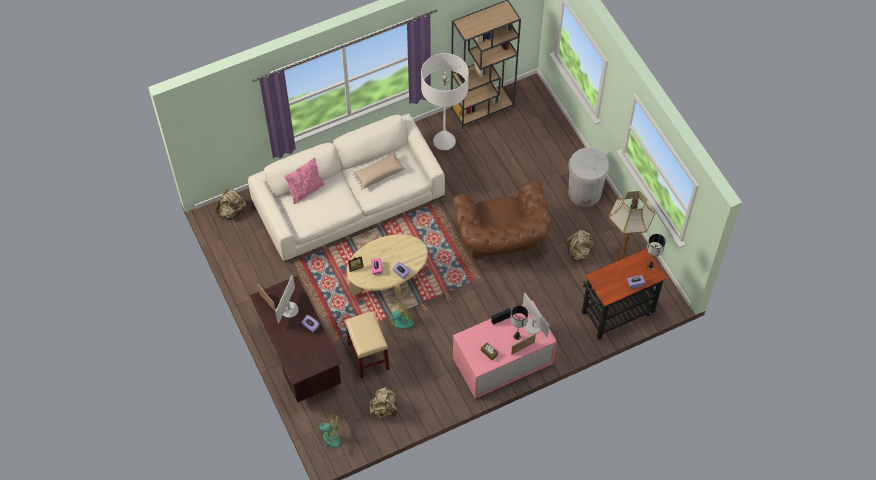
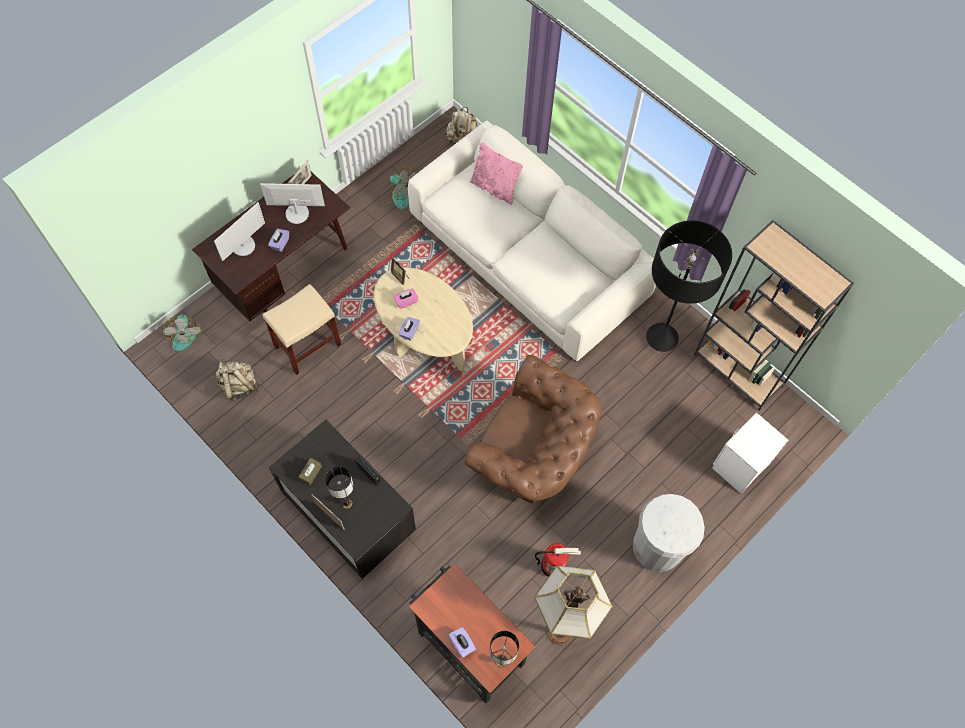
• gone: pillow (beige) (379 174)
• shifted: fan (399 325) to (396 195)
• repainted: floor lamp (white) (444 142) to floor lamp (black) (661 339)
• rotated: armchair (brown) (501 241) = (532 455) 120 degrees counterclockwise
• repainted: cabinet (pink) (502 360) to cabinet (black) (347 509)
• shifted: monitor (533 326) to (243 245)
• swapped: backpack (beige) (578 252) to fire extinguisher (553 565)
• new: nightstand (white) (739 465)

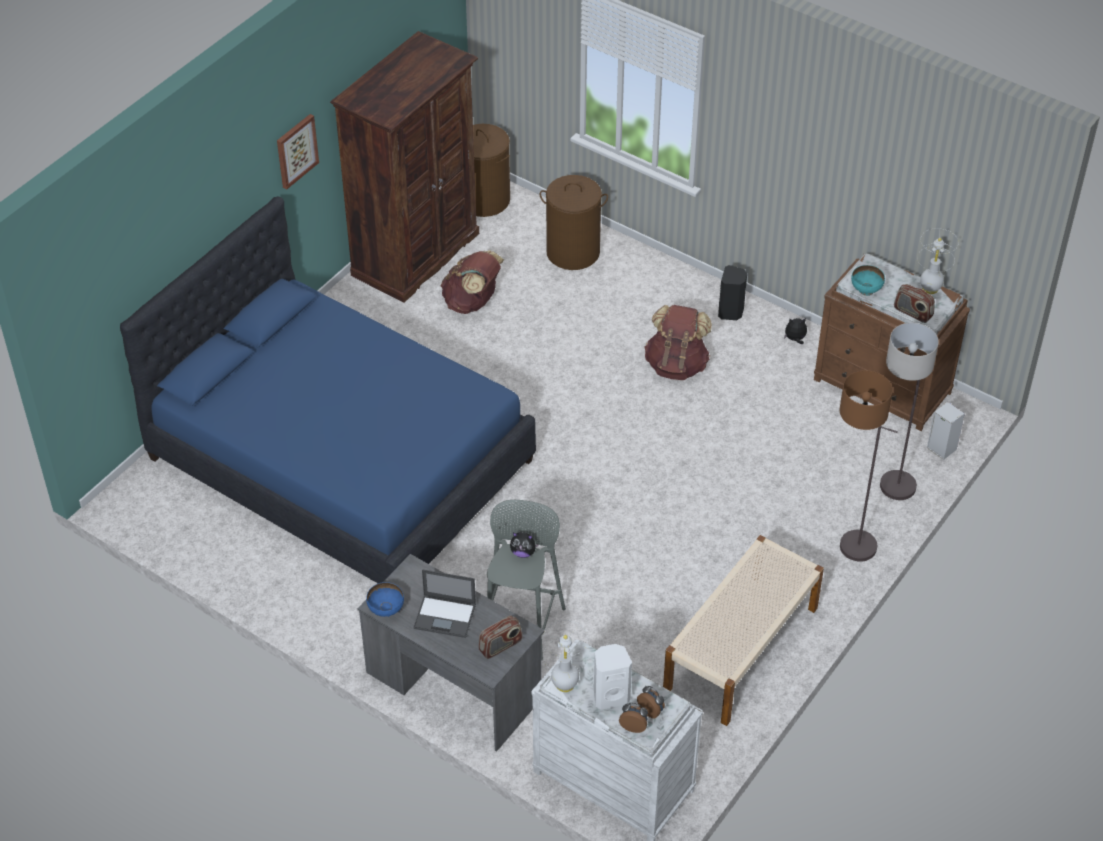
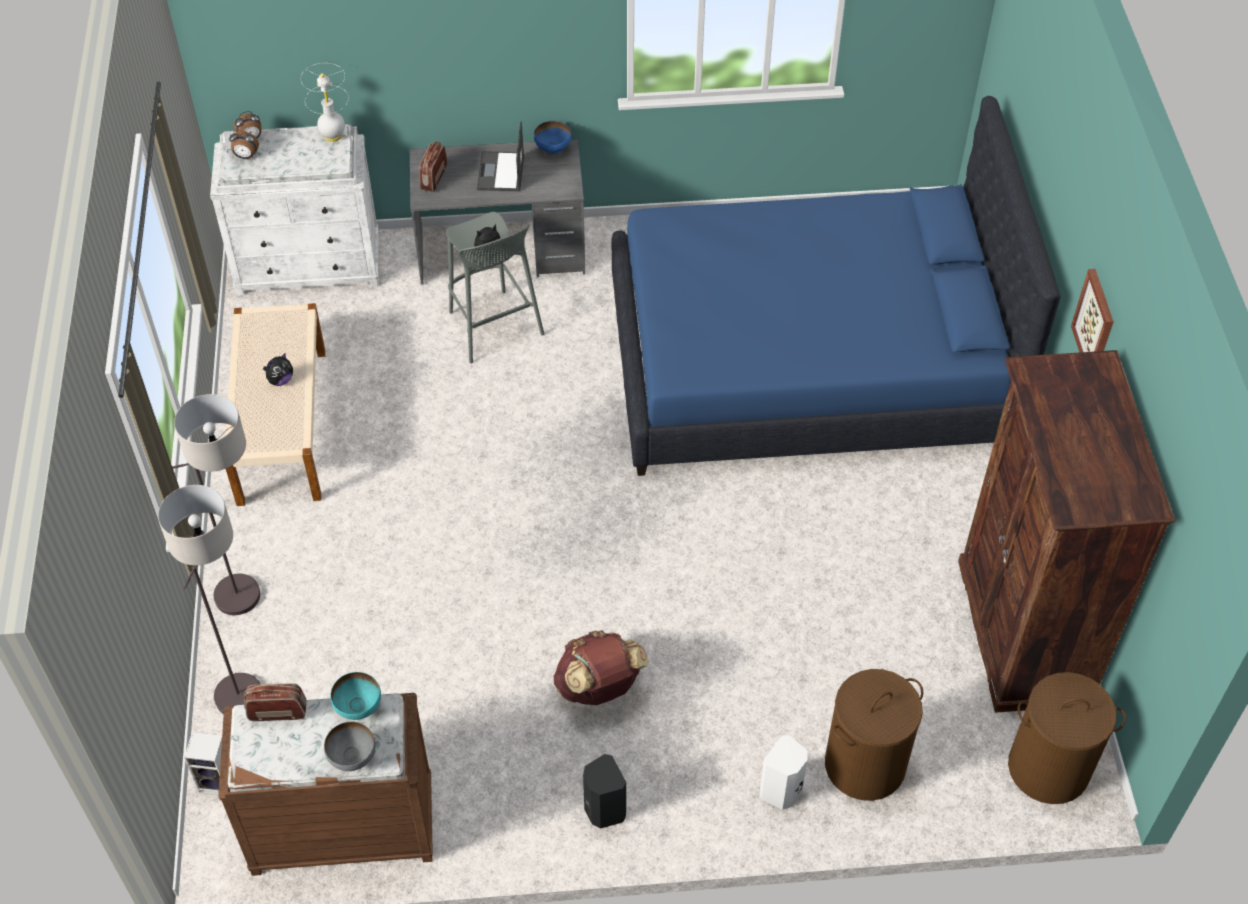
• rotated: laptop (445 616) = (501 172) 60 degrees counterclockwise
• gone: backpack (brown) (472 302)
• shifted: speaker (white) (610 695) to (782 792)
• shifted: plush toy (795 339) to (280 380)
• repainted: floor lamp (brown) (847 543) to floor lamp (grey) (251 592)
• gone: table lamp (white) (930 288)
• new: bowl (grey) (353 758)

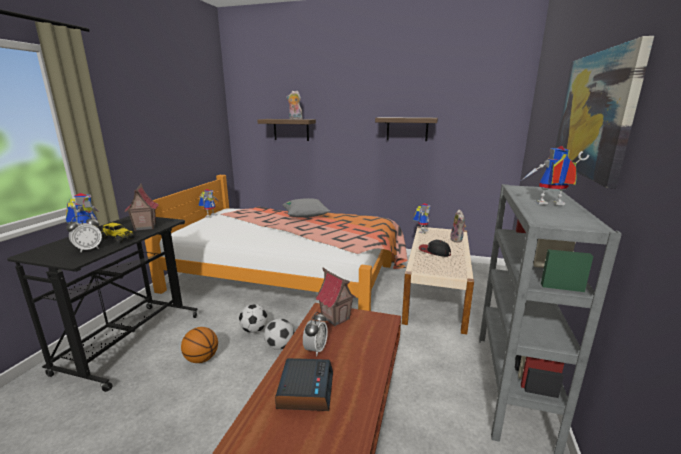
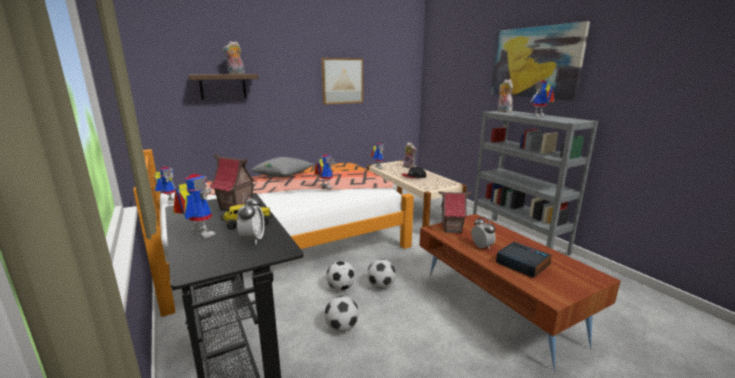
• swapped: basketball (202 359) to football (342 327)
• swapped: shelf (407 129) to picture (342 81)
• new: toy robot (324 187)
• new: plush toy (503 111)

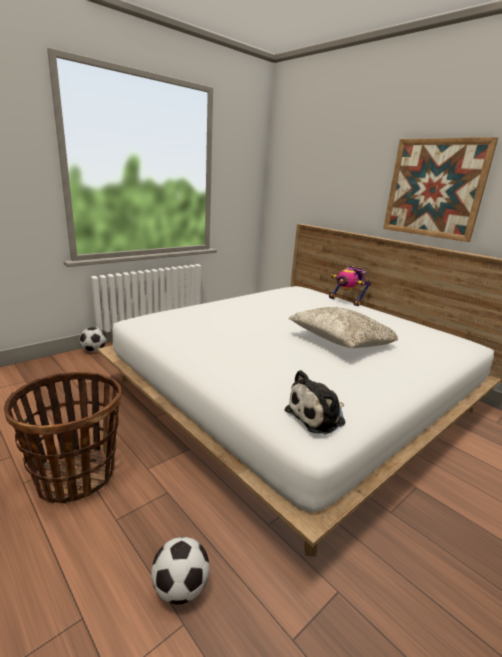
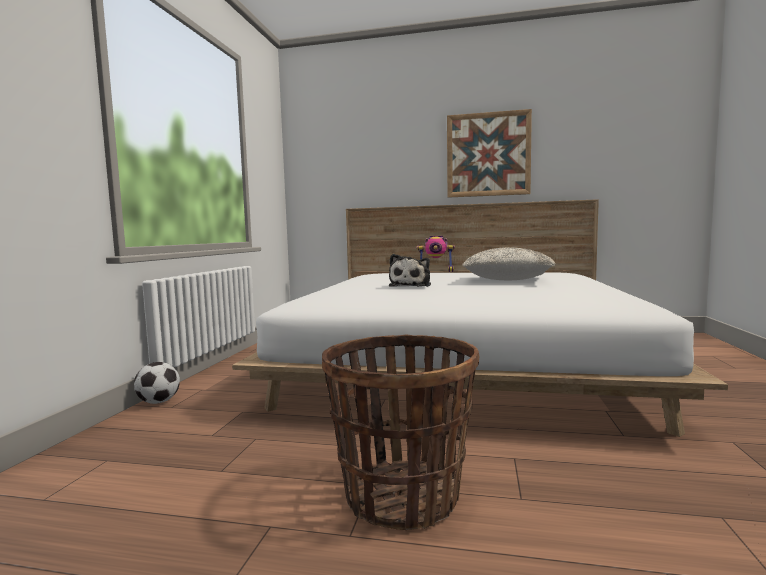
• gone: football (181 588)
• shifted: plush toy (318 416) to (411 286)

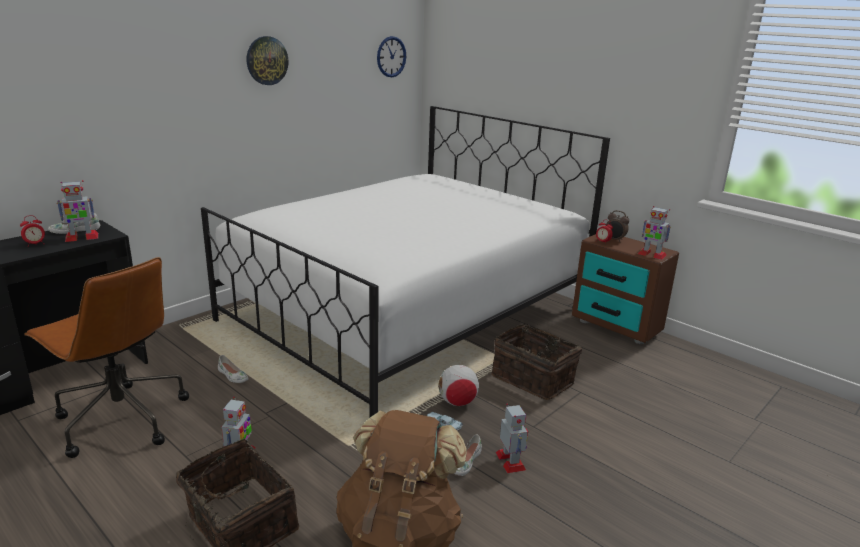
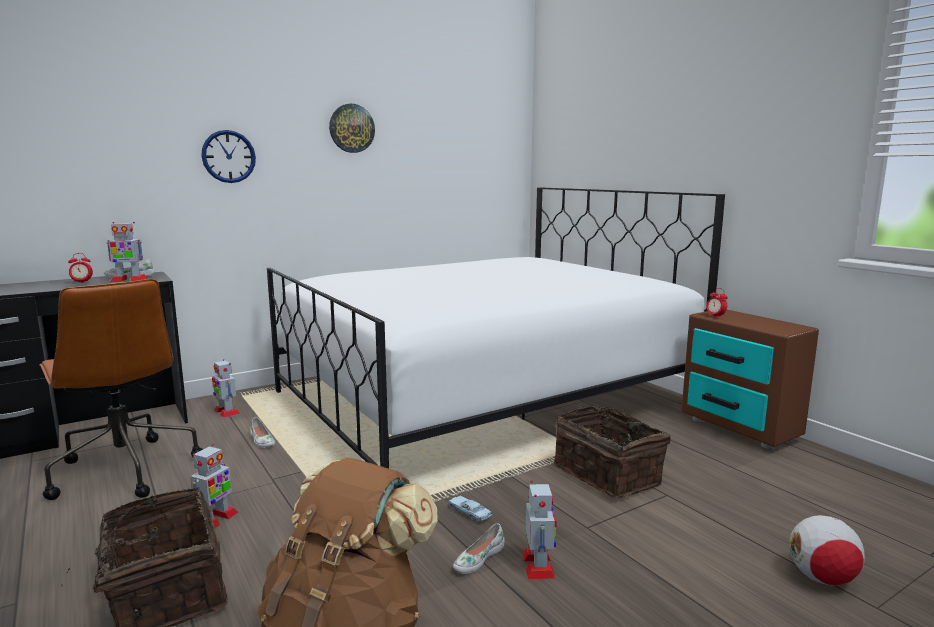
• shifted: wall clock (391 57) to (228 156)
• shifted: football (457 402) to (821 578)
• gone: alarm clock (614 240)
• shifted: toy robot (651 254) to (226 411)

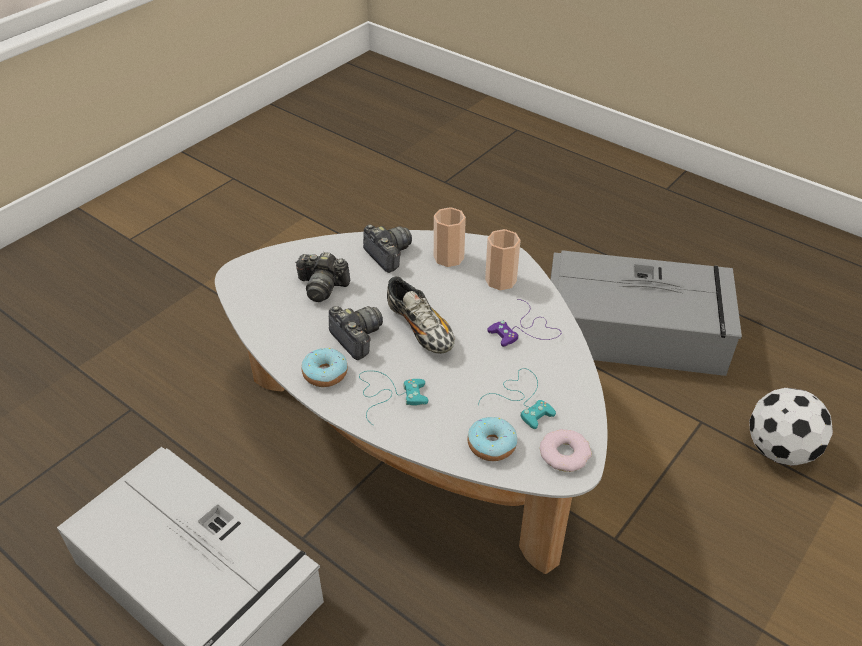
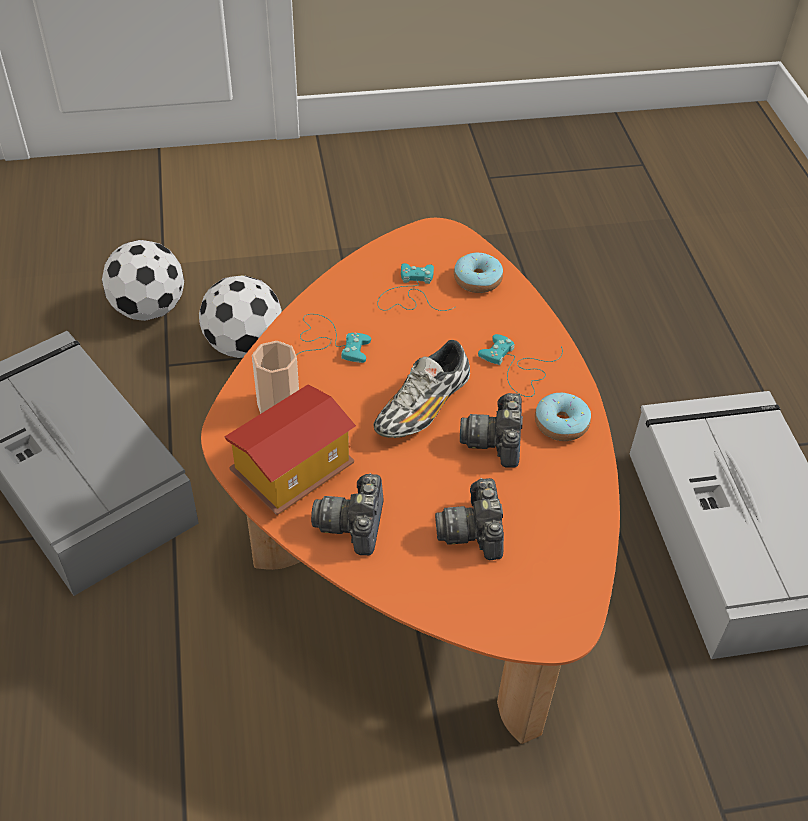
• repainted: coffee table (white) (419 435) to coffee table (orange) (419 530)
• rotated: photo camera (322 287) = (473 531) 150 degrees counterclockwise
• rotated: shoe (420 329) = (422 408) 150 degrees counterclockwise
• swapped: cup (448 257) to toy house (293 471)
• repainted: game controller (purple) (525 330) to game controller (turquoise) (328 343)
• gone: donut (564 454)
• new: football (245 344)

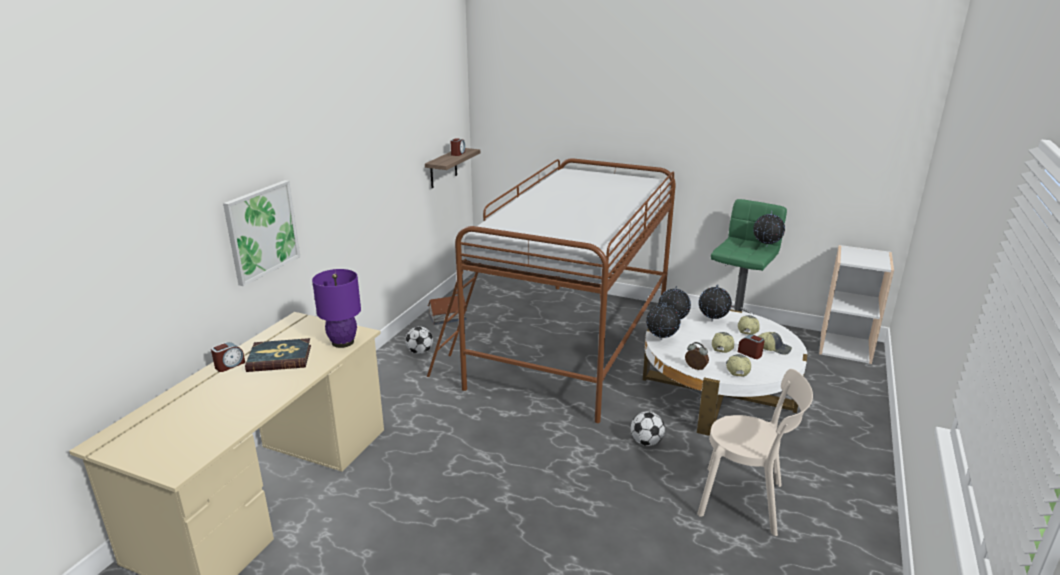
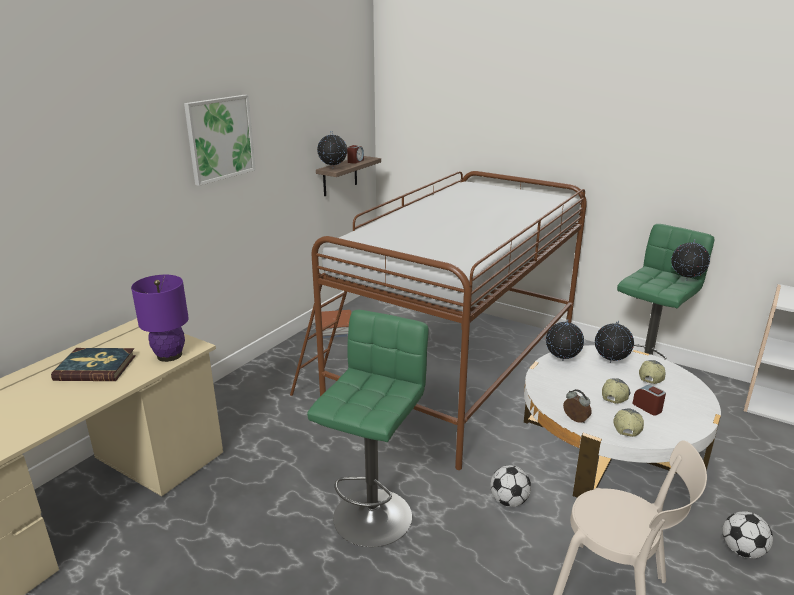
• gone: alarm clock (229 365)
• shifted: picture (262 231) to (220 138)
• shifted: football (420 352) to (742 550)
• shifted: globe (661 340) to (333 169)
• gone: cap (774 348)
• new: stool (green) (373 516)

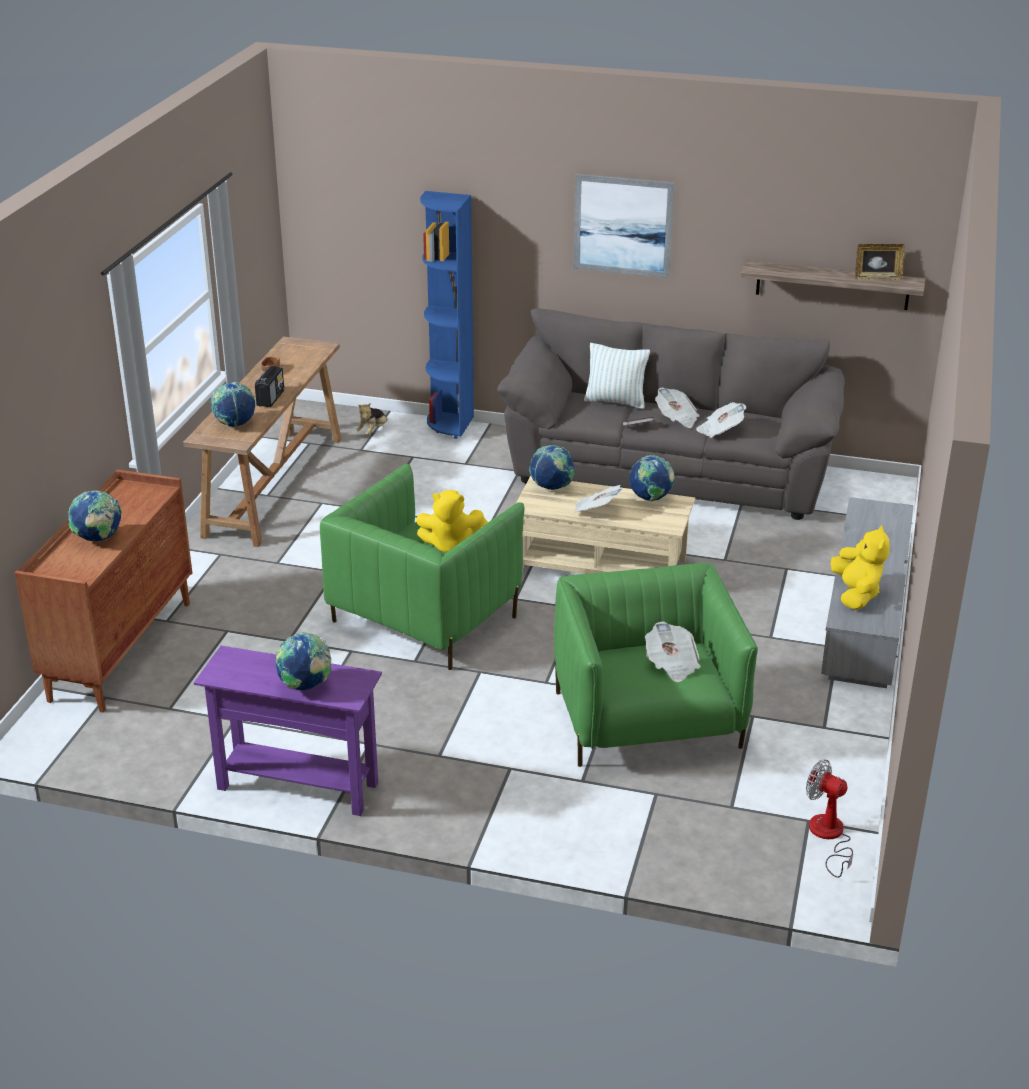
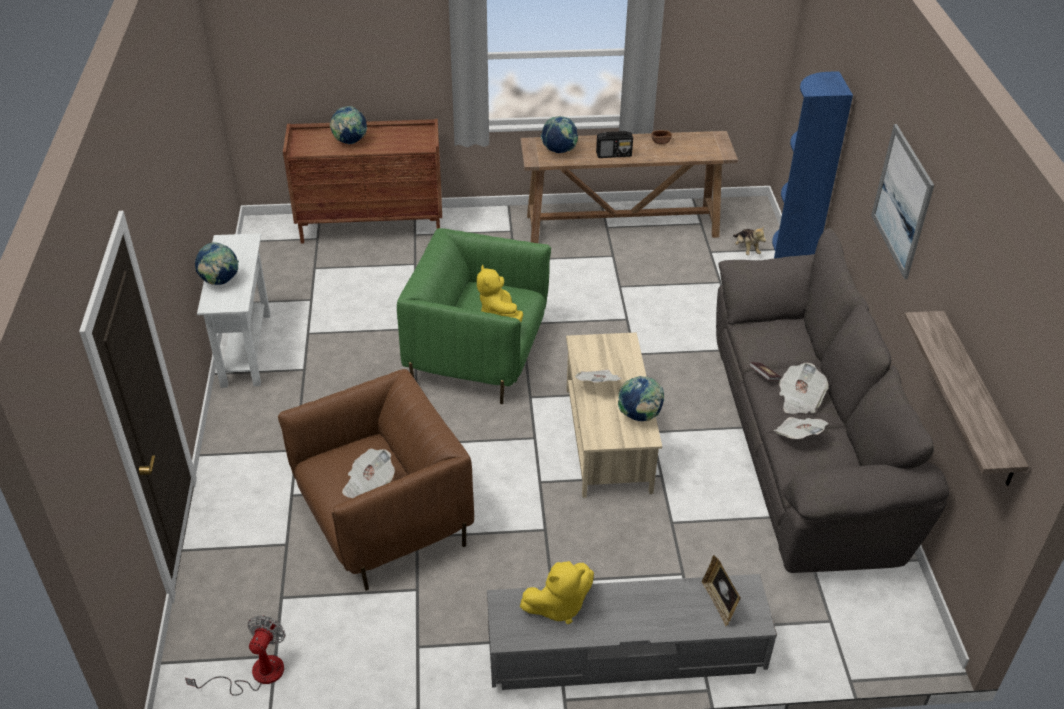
• repainted: console table (purple) (298 786) to console table (white) (246 349)
• rotated: plush toy (373 431) = (746 249) 120 degrees counterclockwise
• gone: globe (552 488)
• repainted: armchair (green) (647 722) to armchair (brown) (383 518)
• gone: pillow (615 401)
• shifted: picture frame (877 278) to (719 603)

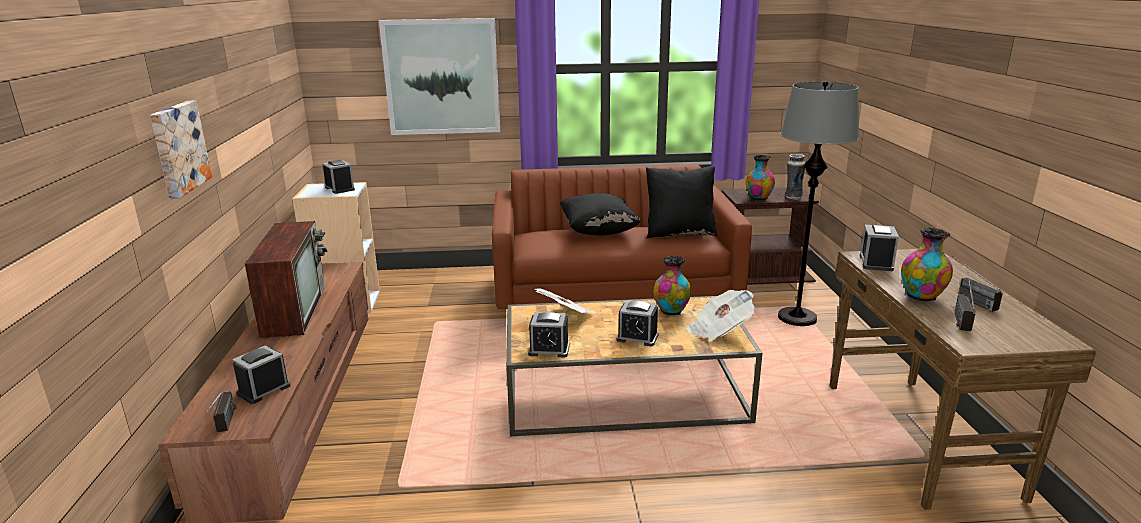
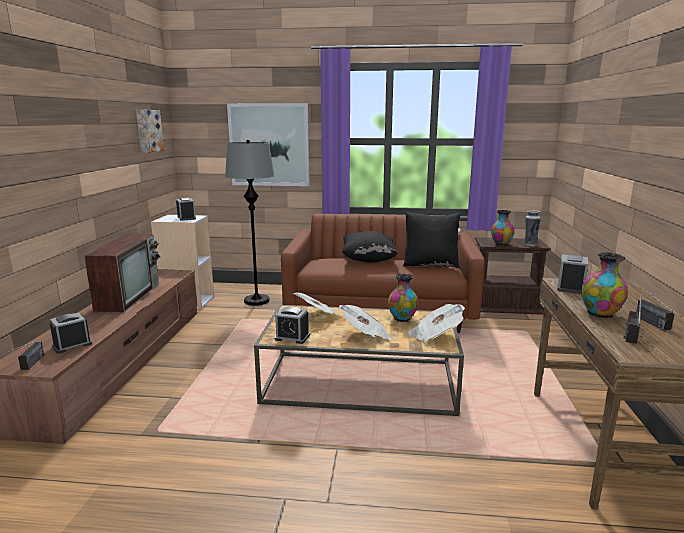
• shifted: picture (178 148) to (148 131)
• swapped: alarm clock (637 337) to newspaper (365 335)
• shifted: floor lamp (grey) (797 318) to (257 300)

